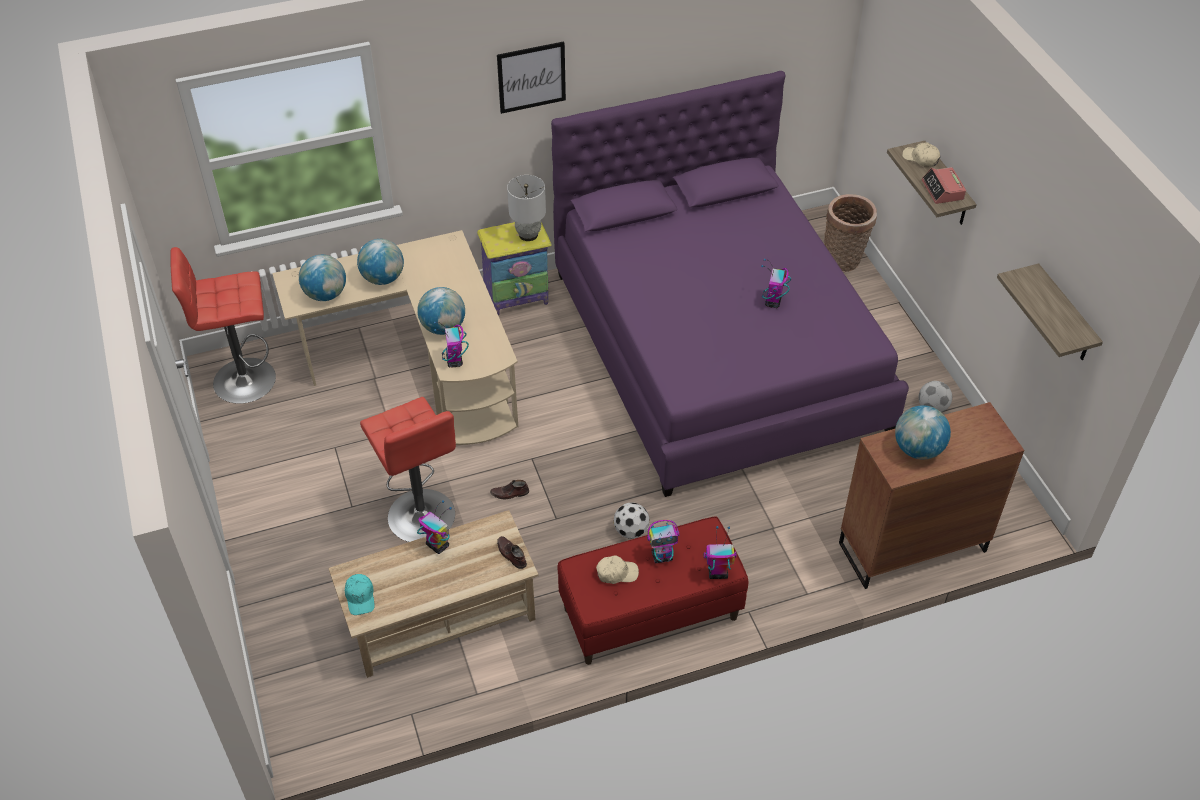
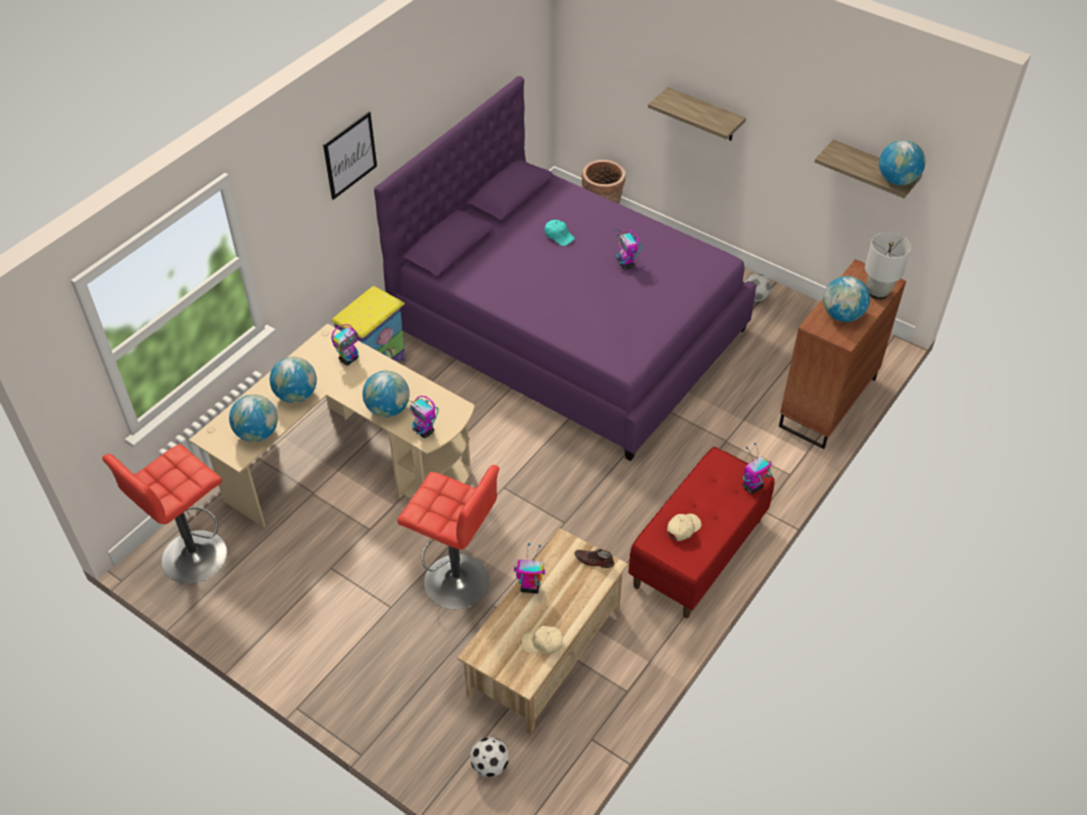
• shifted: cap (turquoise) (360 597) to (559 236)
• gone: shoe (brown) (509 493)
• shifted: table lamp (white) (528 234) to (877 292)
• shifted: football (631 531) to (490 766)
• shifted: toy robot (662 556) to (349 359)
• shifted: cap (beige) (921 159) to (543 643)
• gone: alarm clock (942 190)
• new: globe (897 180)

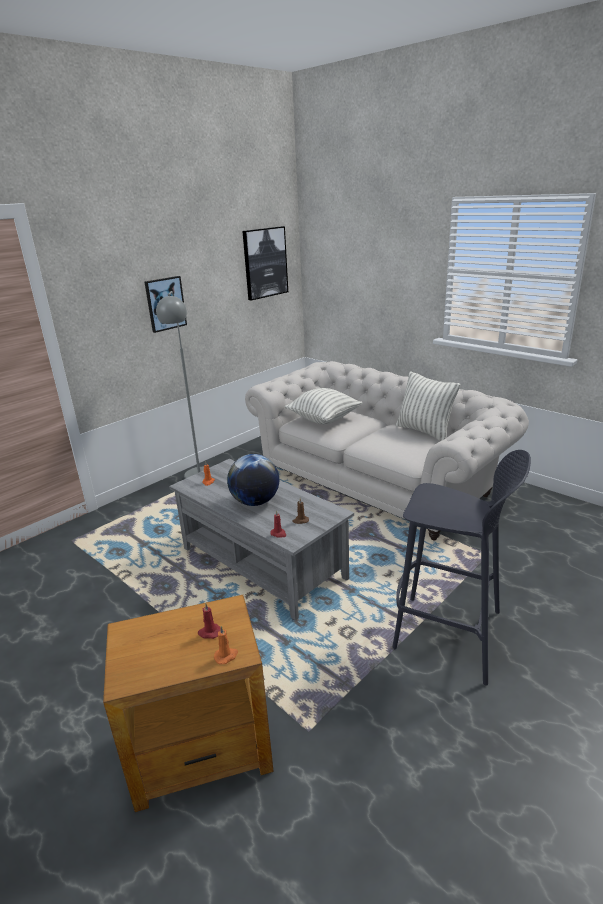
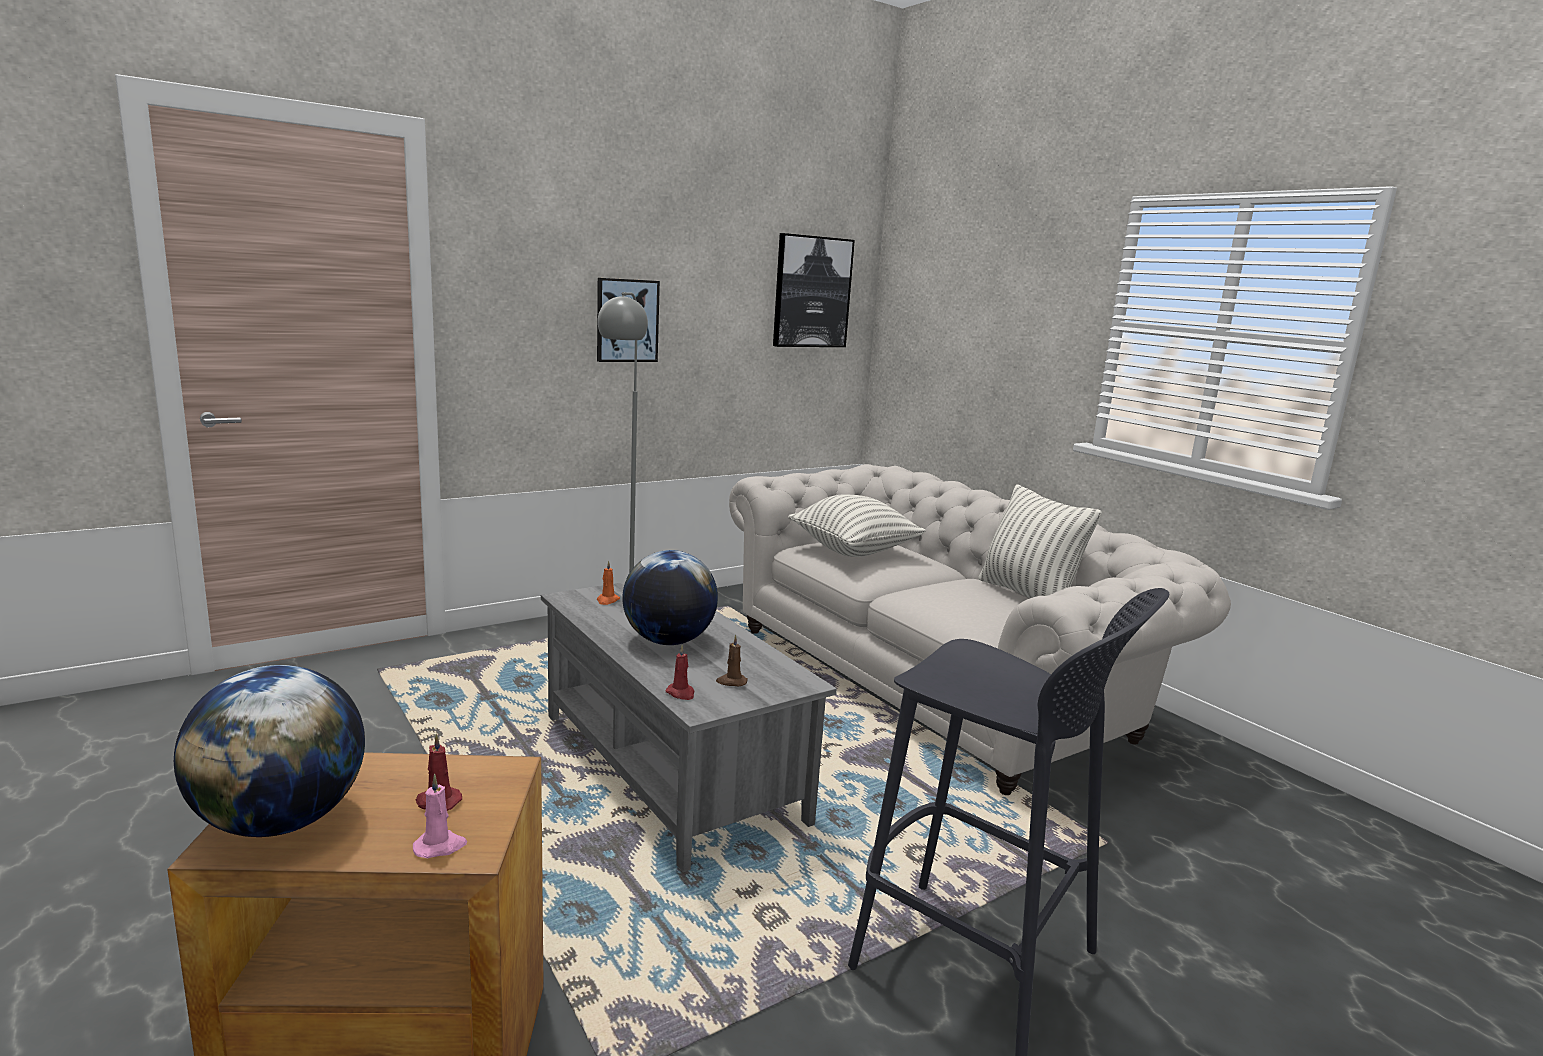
• repainted: candle (orange) (226 656) to candle (pink) (440 846)
• new: globe (281 821)

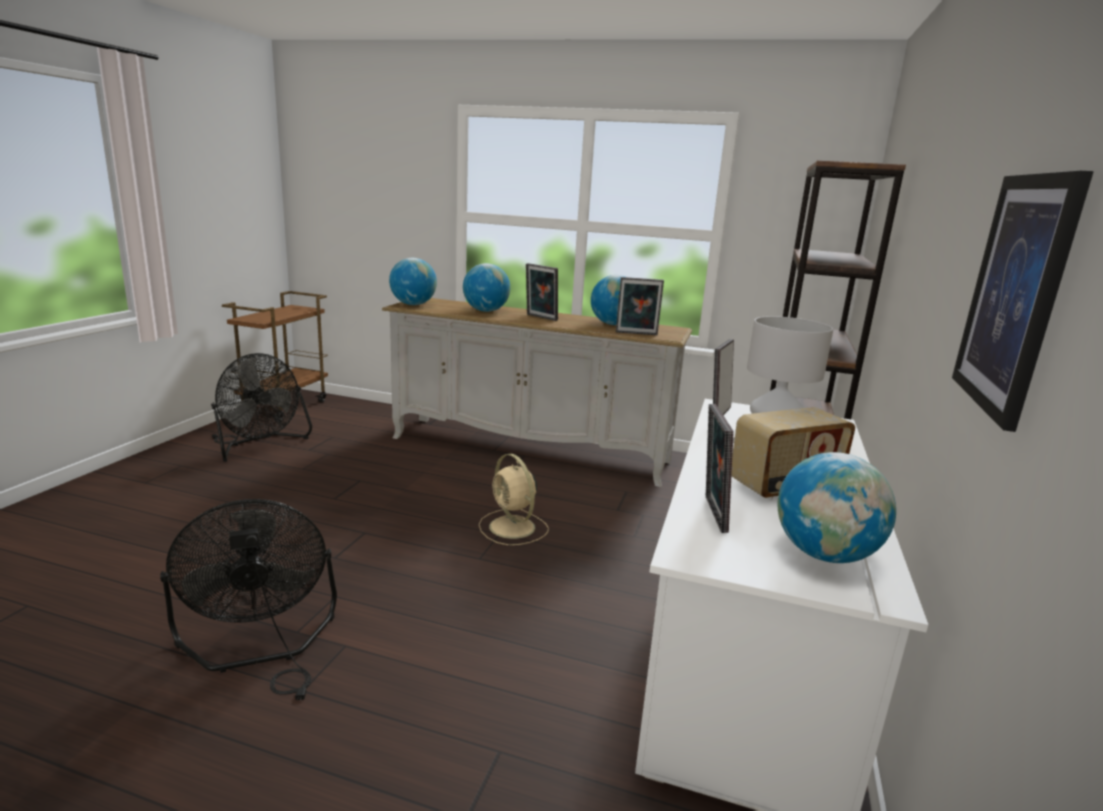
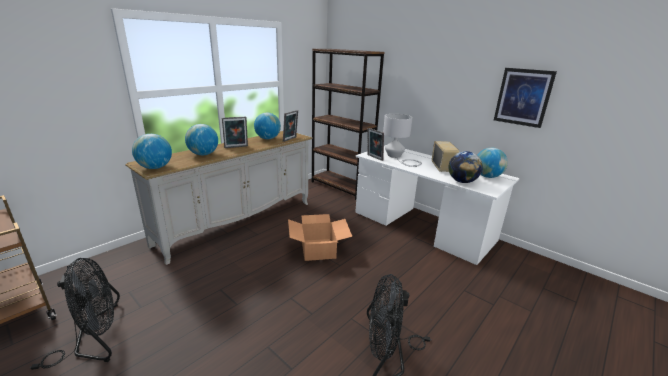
• swapped: fan (beige) (513 528) to cardboard box (318 249)
• swapped: picture frame (711 513) to globe (462 181)

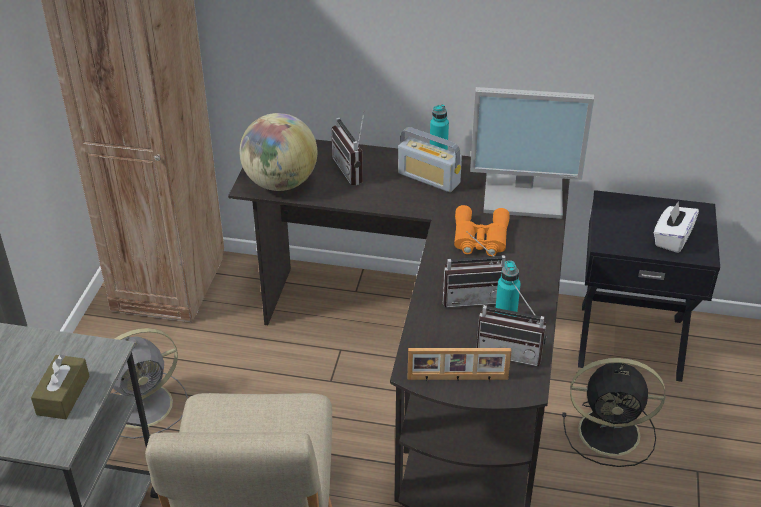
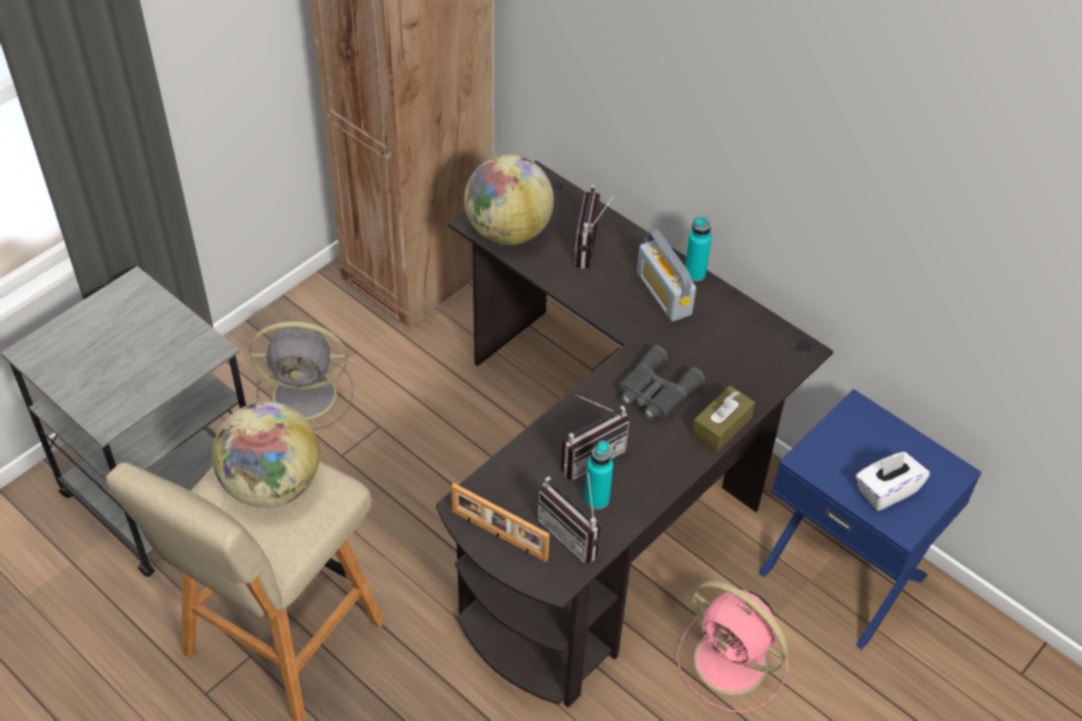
• shifted: tissue box (brown) (63 395) to (721 426)
• rotated: radio (472 297) = (589 455) 60 degrees counterclockwise
• repainted: binoculars (orange) (480 238) to binoculars (grey) (655 391)
• gone: monitor (525 194)
• repainted: fan (black) (612 432) to fan (pink) (733 664)
• repainted: nightstand (black) (630 339) to nightstand (blue) (844 572)
• new: globe (272 485)

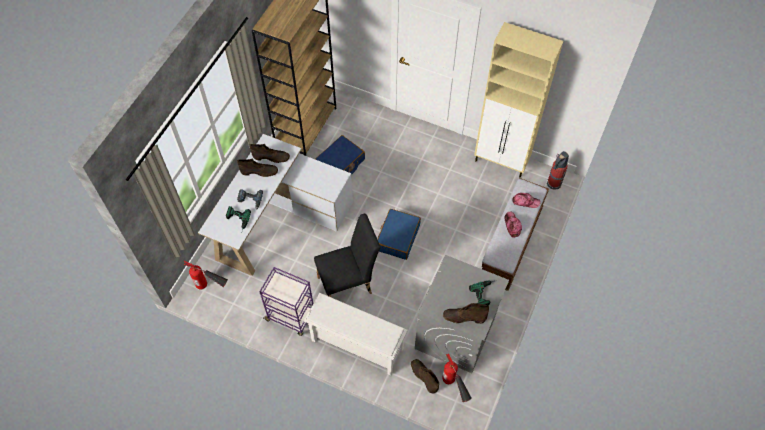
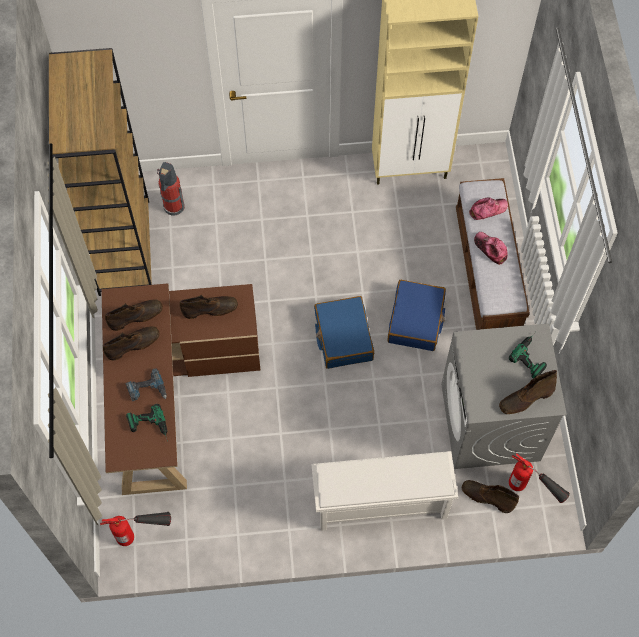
• repainted: desk (white) (278 219) to desk (brown) (171 394)
• gone: cart (purple) (291 316)
• gone: chair (black) (349 283)
• shifted: suitcase (blue) (340 163) to (416 320)
• shifted: fire extinguisher (553 184) to (173 207)
• new: boot (brown) (210 309)

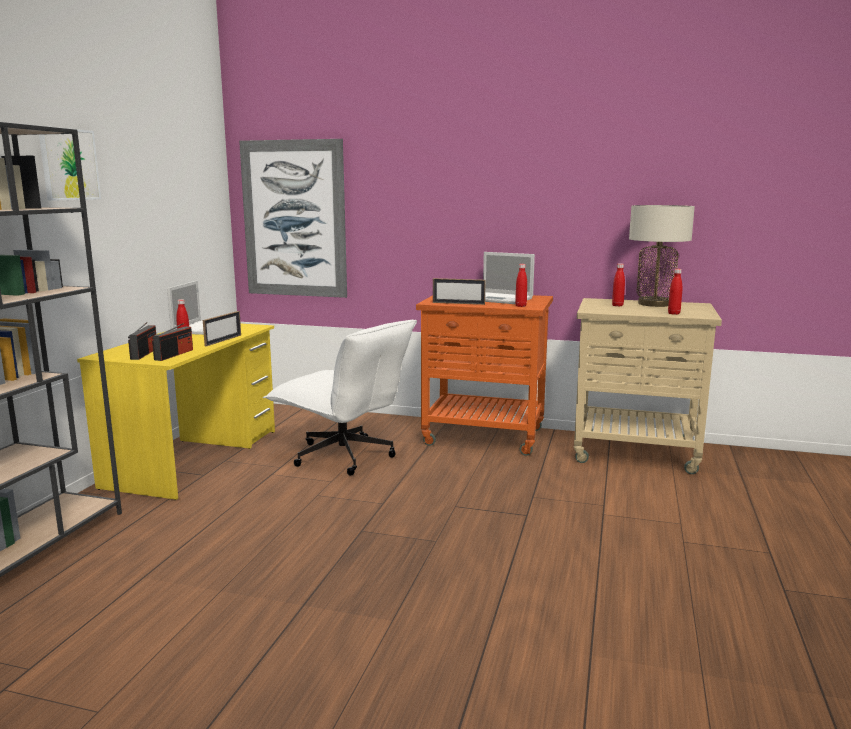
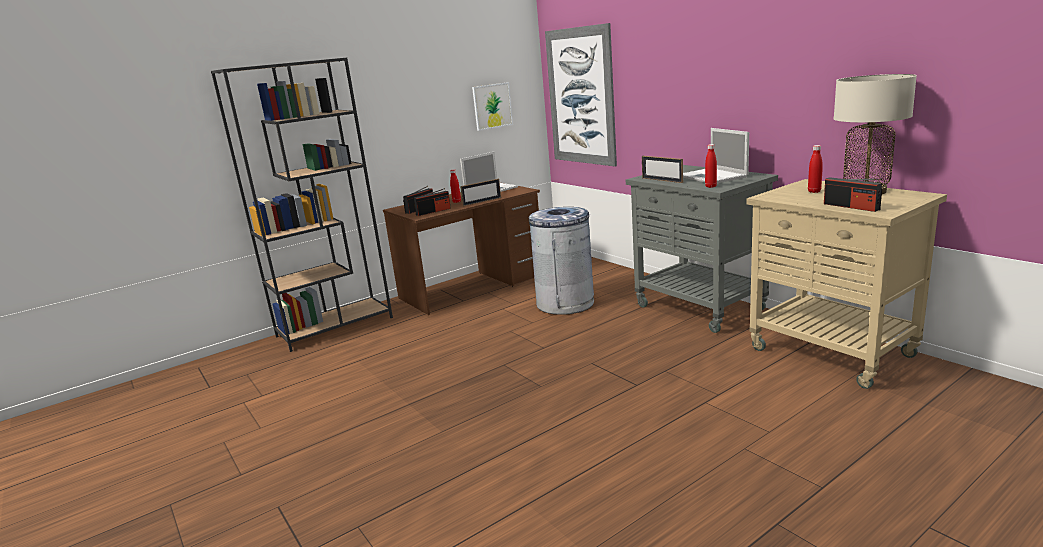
• shifted: picture (69 164) to (492 106)
• repainted: desk (yellow) (195 458) to desk (brown) (473 287)
• swapped: office chair (white) (342 455) to trash can (grey) (565 303)
• repainted: cart (orange) (485 437) to cart (grey) (700 308)
• swapped: bottle (red) (674 313) to radio (851 206)

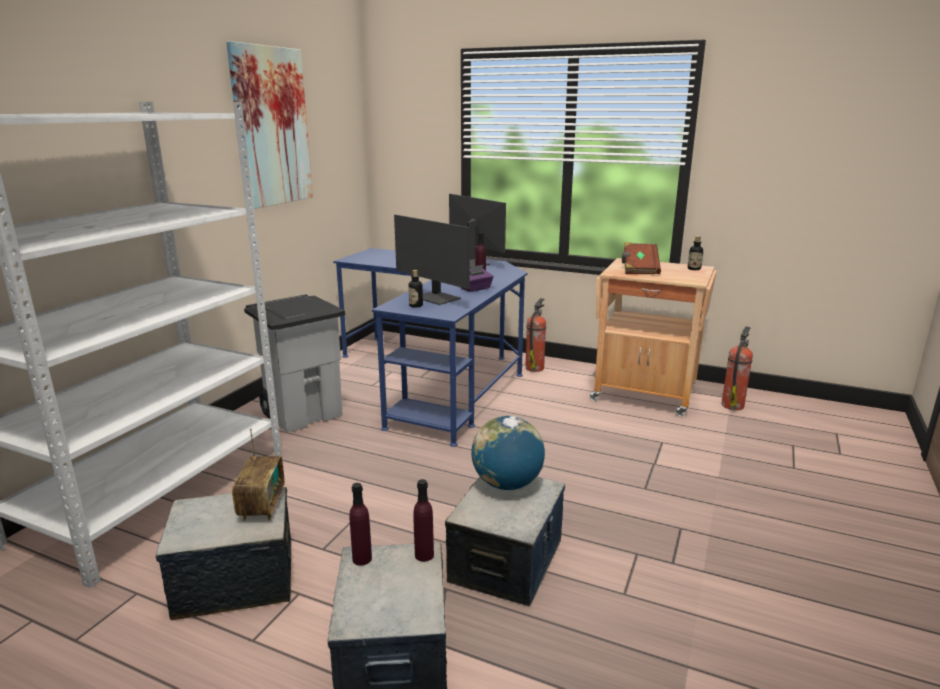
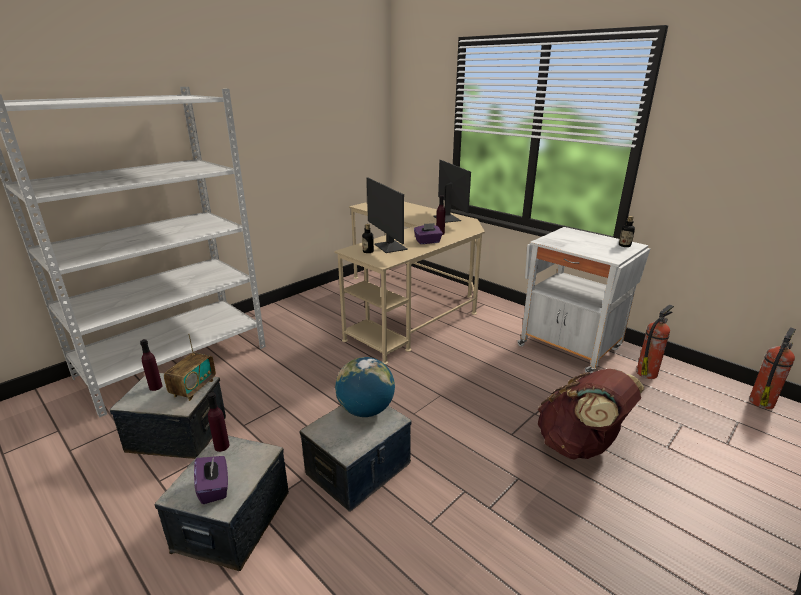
• gone: picture (271 127)
• gone: trash can (grey) (304 414)
• repainted: desk (blue) (438 377) to desk (beige) (410 305)
• shifted: bottle (purple) (424 555) to (155 387)
• shifted: fire extinguisher (535 367) to (761 401)
• repainted: cart (brown) (645 395) to cart (white) (570 349)
• gone: book (brown) (639 269)
• new: tissue box (purple) (214 488)
• new: backpack (brown) (579 445)

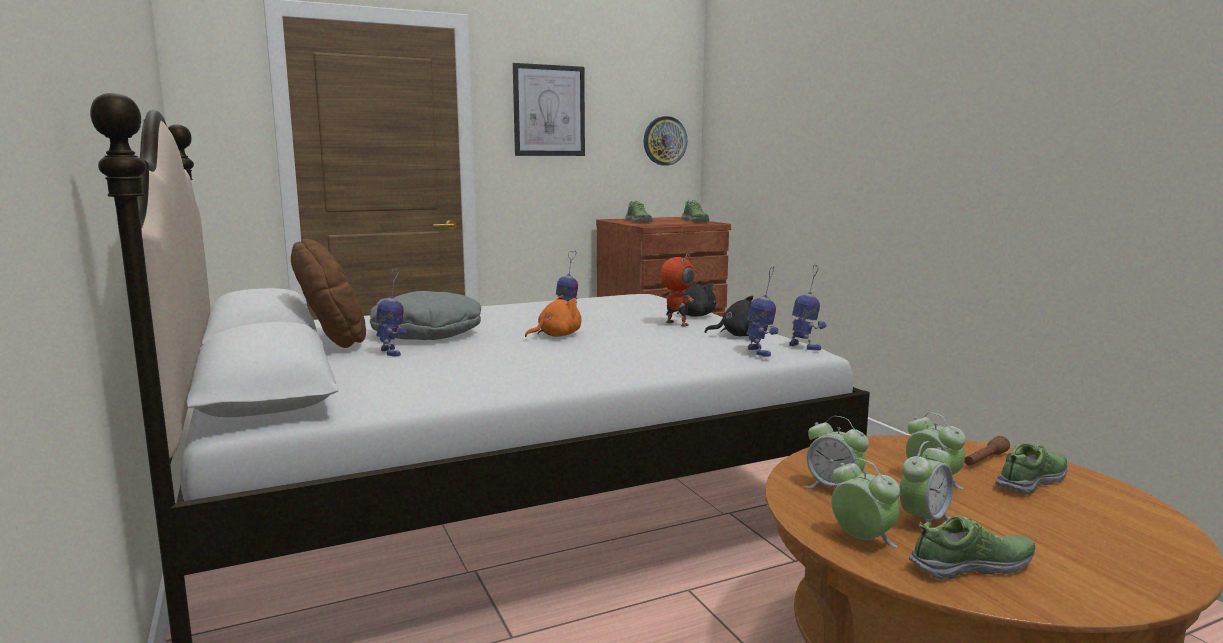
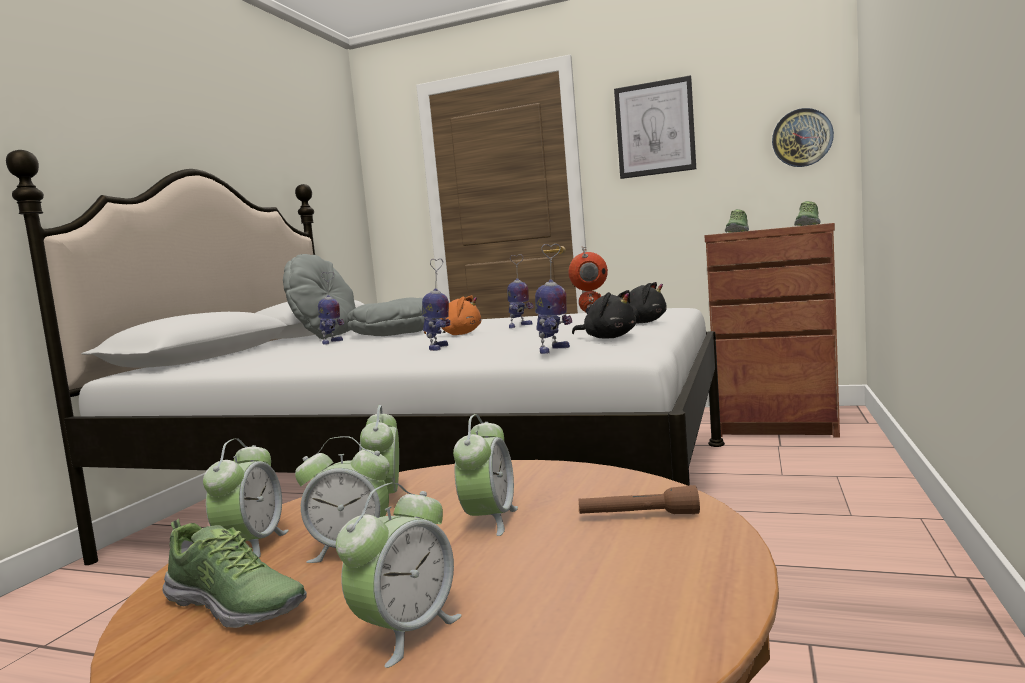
• repainted: pillow (brown) (332 344) to pillow (grey) (325 337)
• shifted: toy robot (805 347) to (438 348)
• gone: shoe (1032 481)
• new: alarm clock (406 632)

